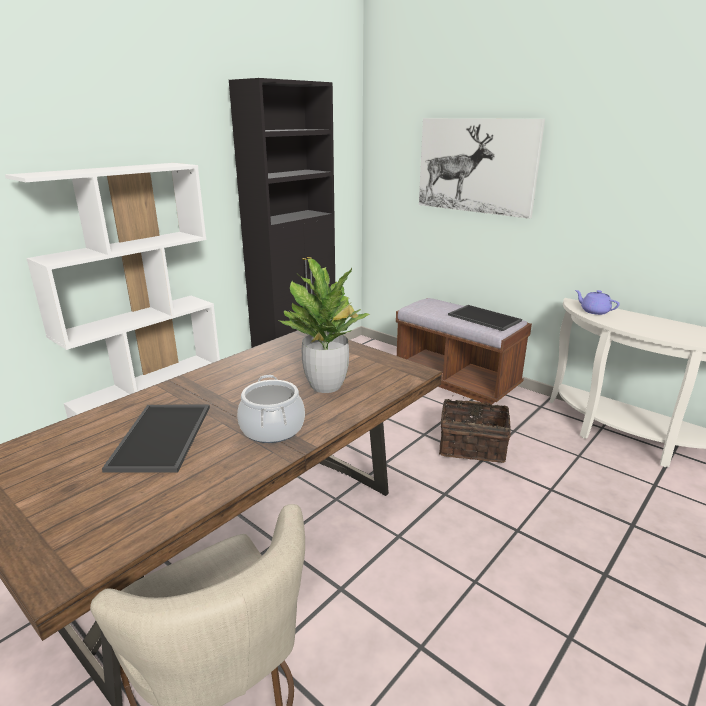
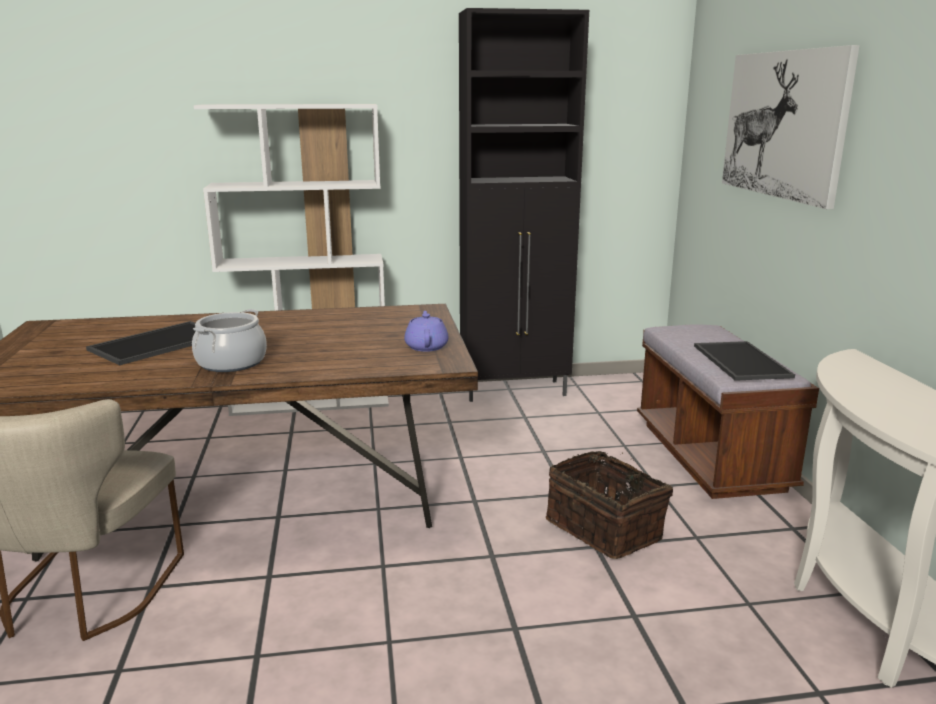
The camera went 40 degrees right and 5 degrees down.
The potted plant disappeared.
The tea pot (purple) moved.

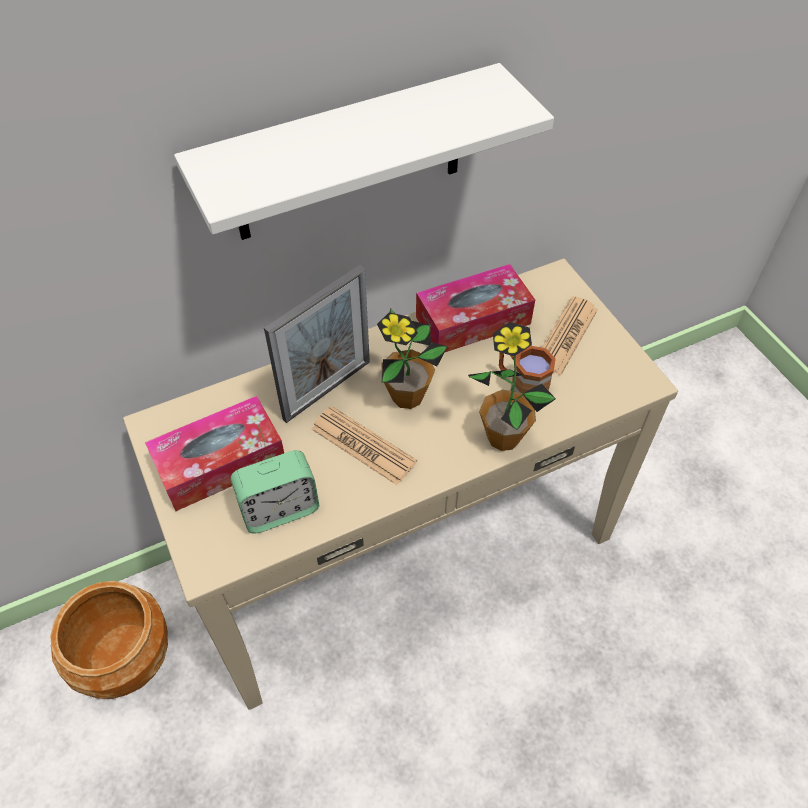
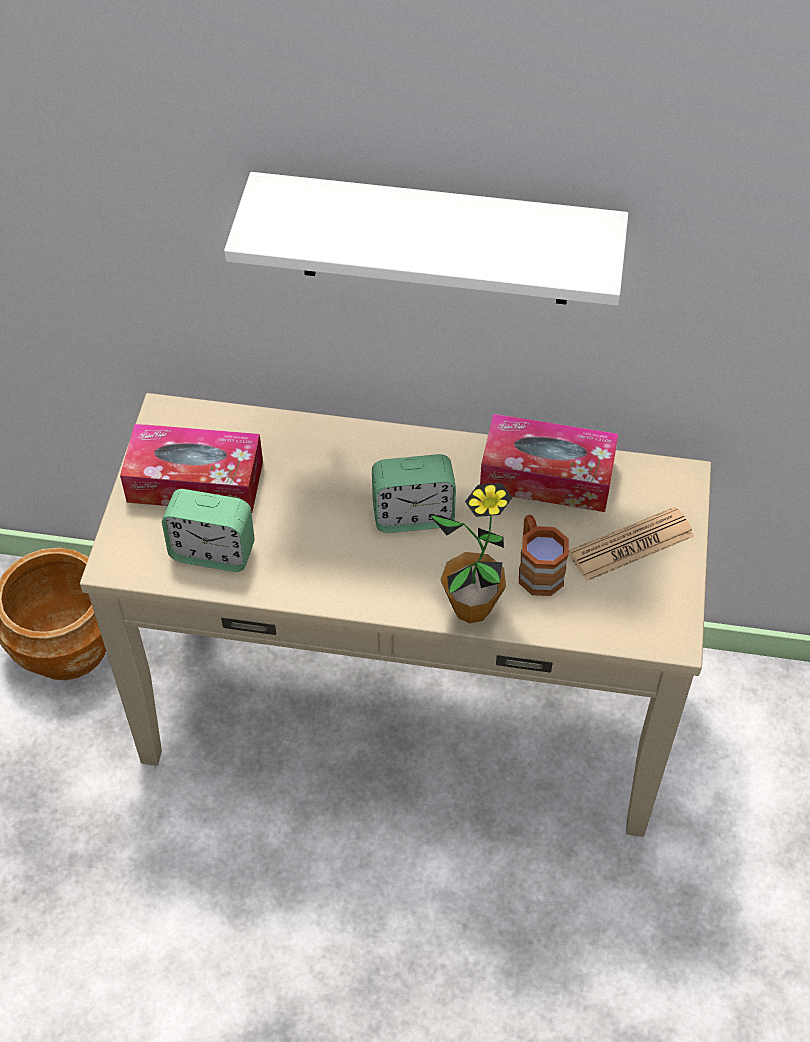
The camera went 35 degrees right and 0 degrees up.
The standing frame disappeared.
The potted plant (no. 1 from left) was replaced by the alarm clock (no. 2 from left).
The daily paper (no. 1 from left) disappeared.

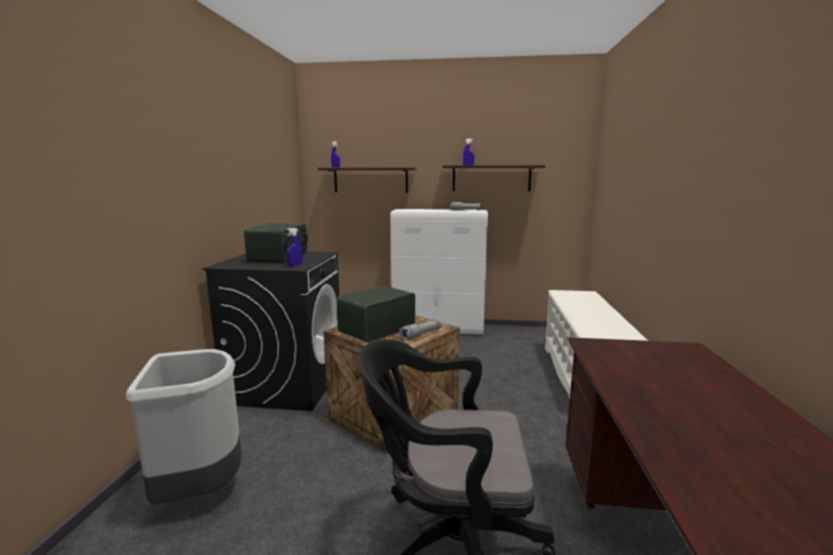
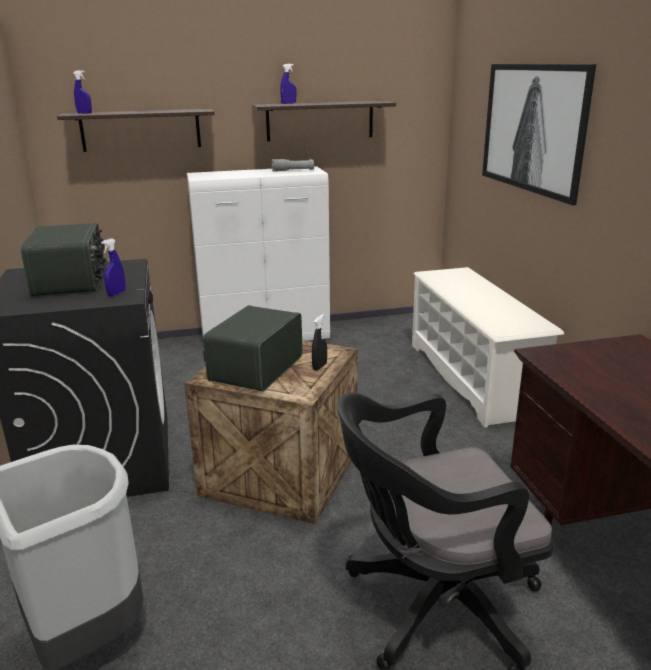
The camera went 20 degrees left and 10 degrees up.
The torch (greyish) (no. 1 from left) was replaced by the hand sprayer (blackish).
The picture appeared.

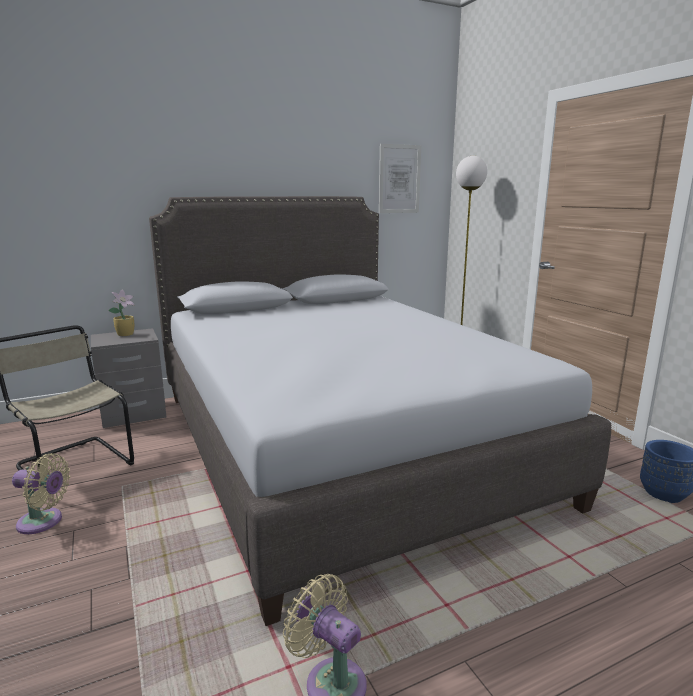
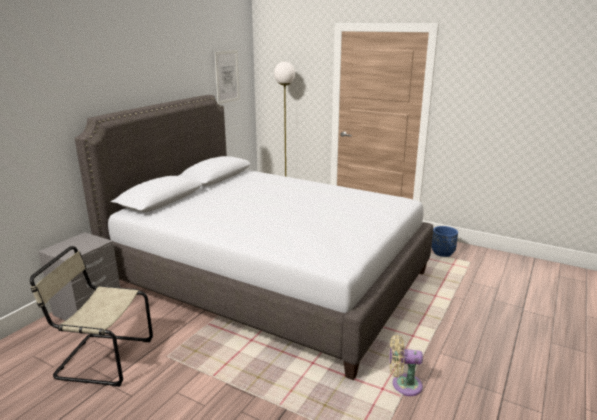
The camera went 35 degrees left and 5 degrees up.
The potted plant disappeared.
The cooling fan (beige) (no. 1 from left) disappeared.

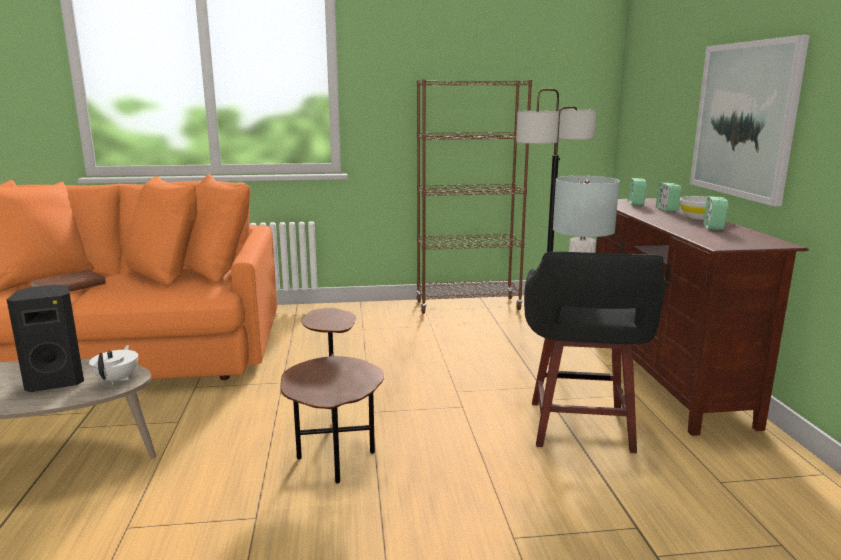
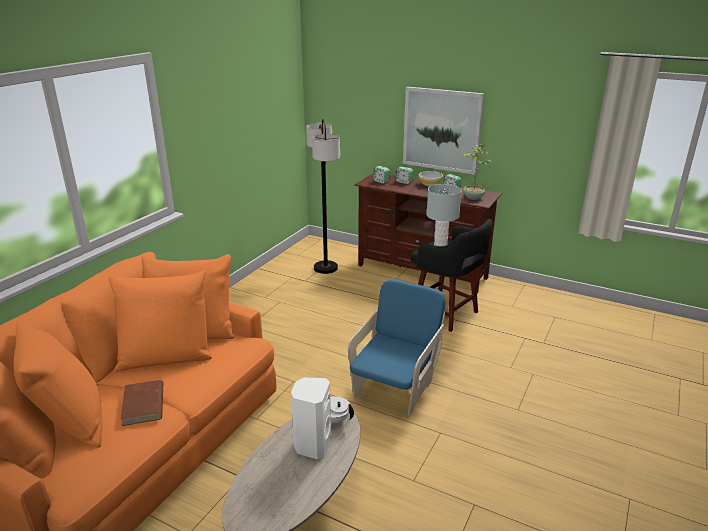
The camera went 55 degrees left and 10 degrees up.
The bookshelf (brown-coloured) disappeared.
The audio speaker (blackish) became the audio speaker (white-coloured).
The side table (brown-coloured) was replaced by the easy chair (blue-coloured).
The potted plant appeared.

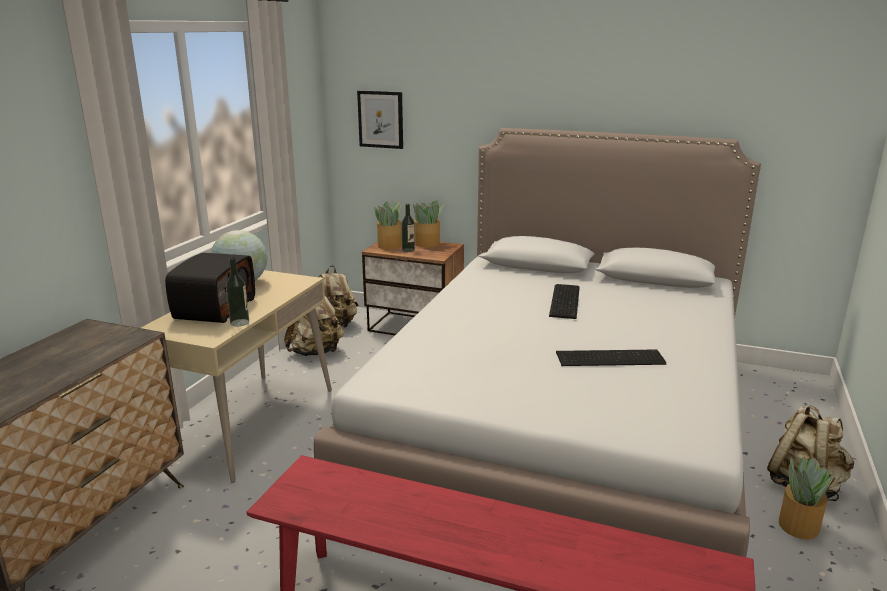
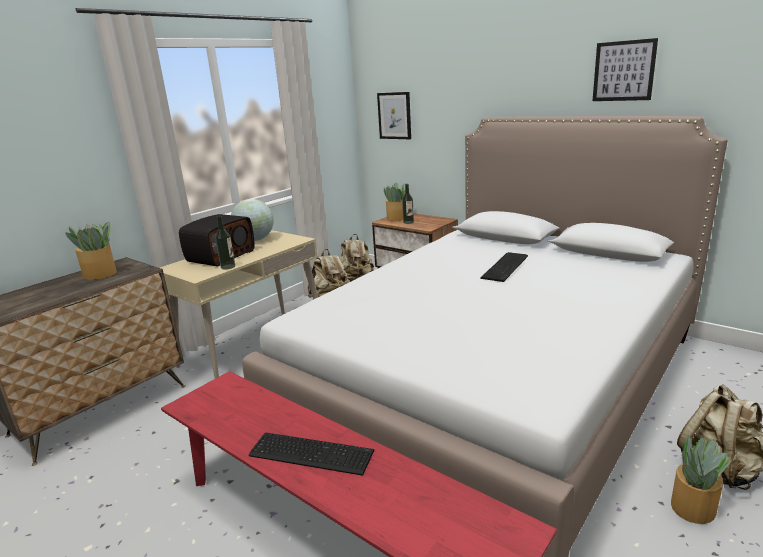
The camera went 20 degrees right and 0 degrees up.
The potted plant (no. 2 from left in the first image) moved.
The keyboard (no. 2 from left in the first image) moved.
The picture (no. 2 from left) appeared.

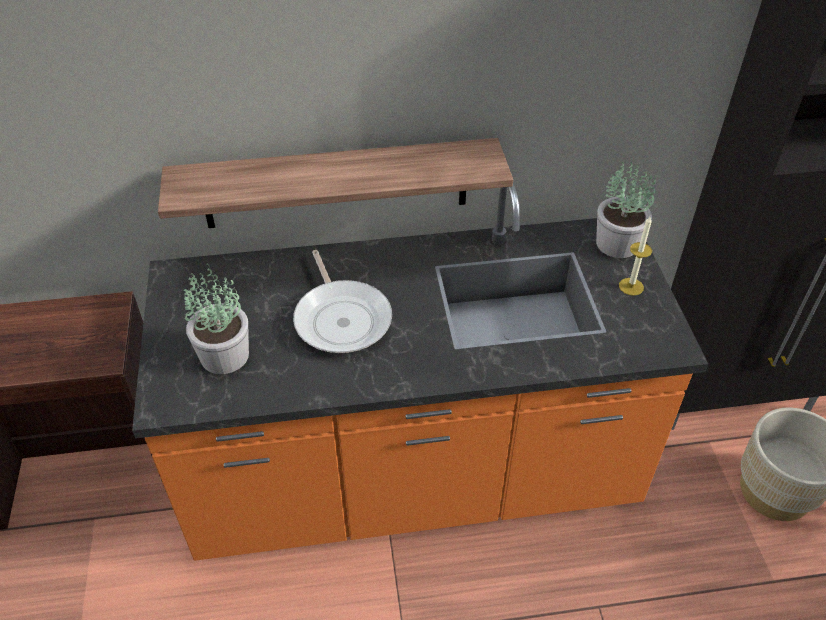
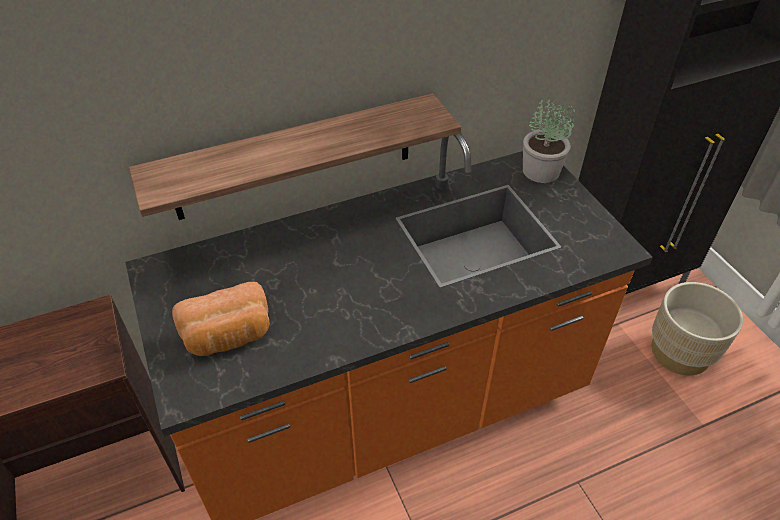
The camera went 15 degrees left and 0 degrees up.
The candle disappeared.
The skillet disappeared.
The potted plant (no. 1 from left) was replaced by the baked bread.

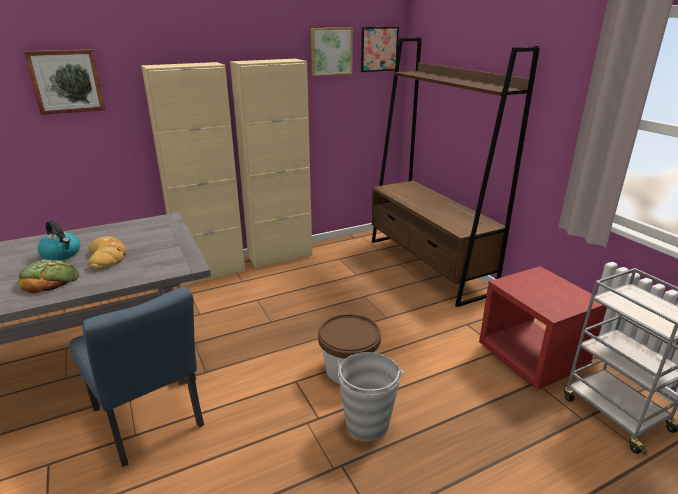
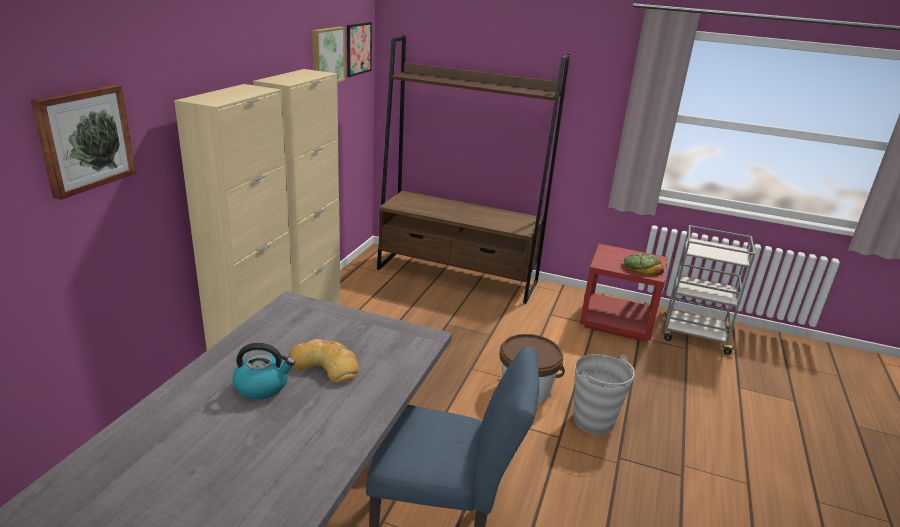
The camera went 45 degrees left and 0 degrees up.
The baked bread (no. 1 from left in the first image) moved.

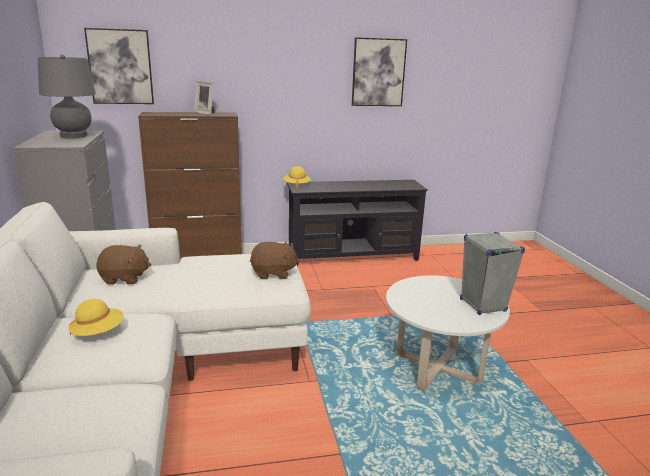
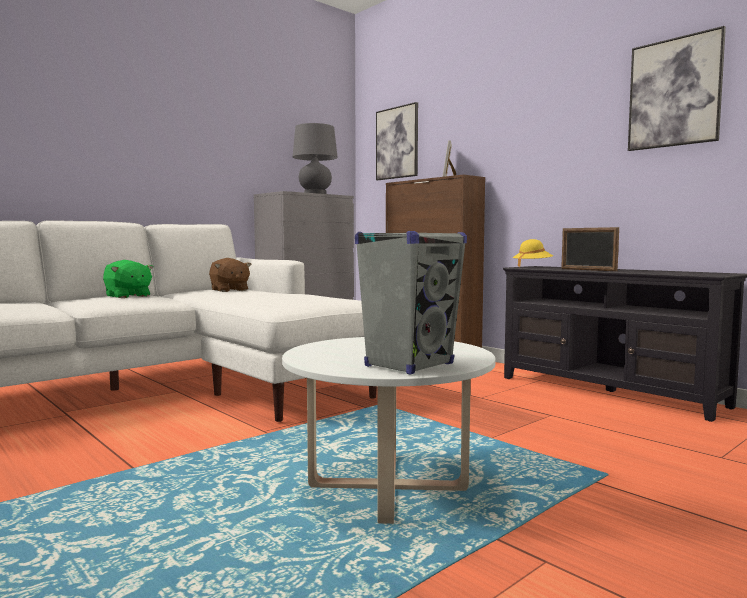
The camera went 60 degrees right and 15 degrees down.
The plush toy (brown-coloured) (no. 2 from left) disappeared.
The wearable hat (yellow-coloured) (no. 1 from left) was replaced by the plush toy (greenish).
The standing frame (no. 2 from left) appeared.

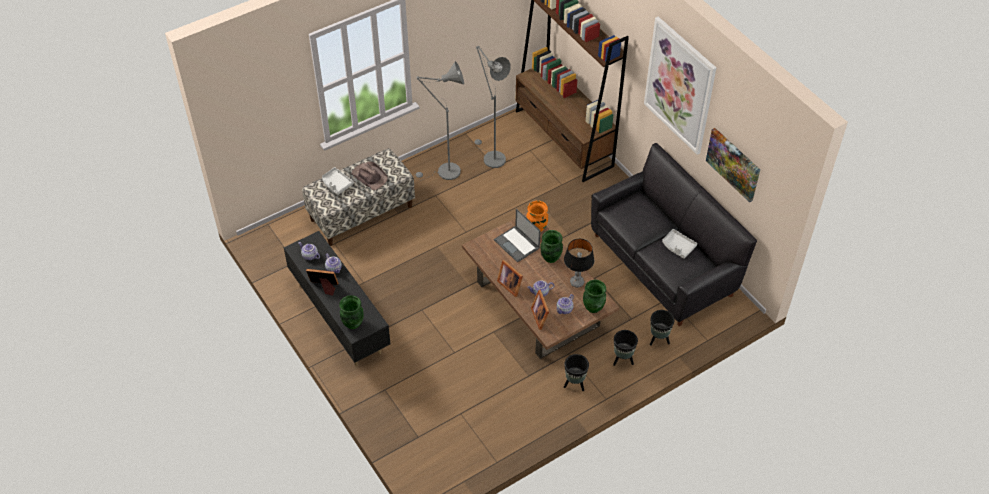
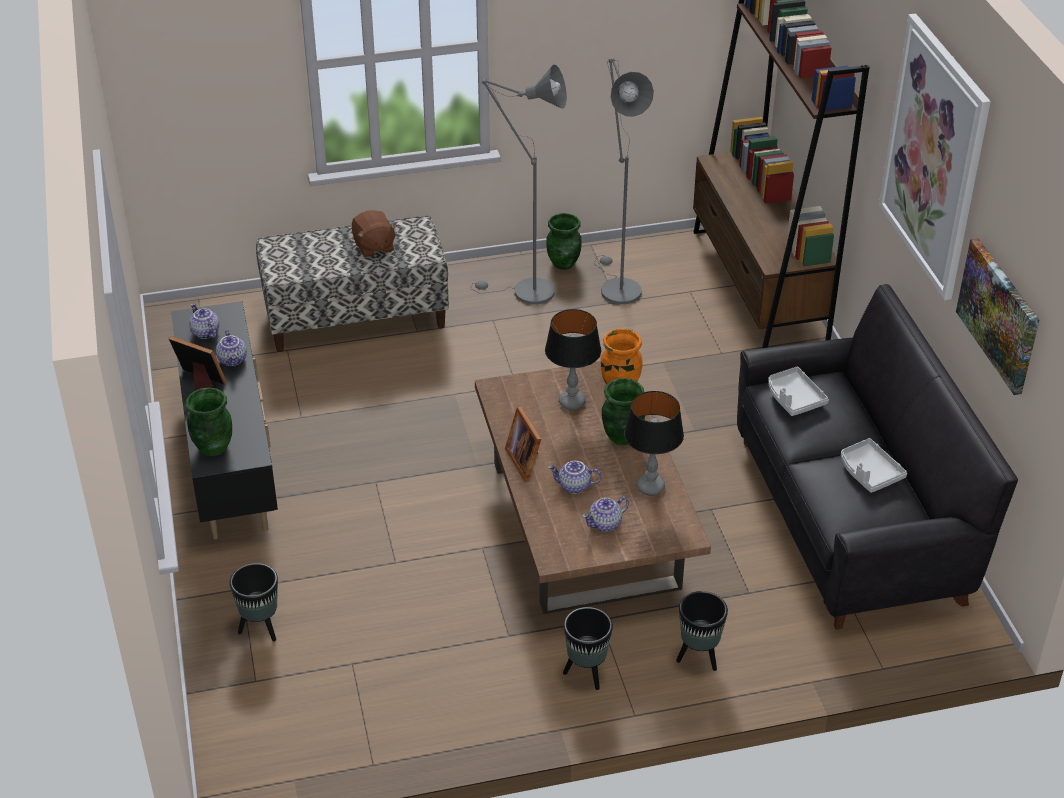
The camera went 20 degrees right and 10 degrees down.
The wearable hat (brown-coloured) was replaced by the plush toy (brown-coloured).
The serving tray (greyish) (no. 1 from left) moved.
The laptop was replaced by the lamp for a table (no. 1 from left).
The decorative vase (greenish) (no. 3 from left in the first image) moved.
The standing frame (no. 3 from left) disappeared.
The plant pot (blackish) (no. 3 from left in the first image) moved.

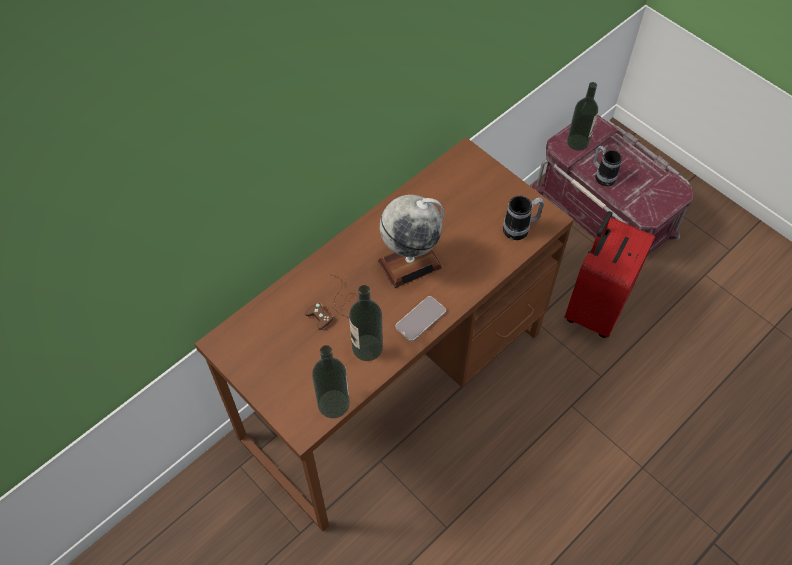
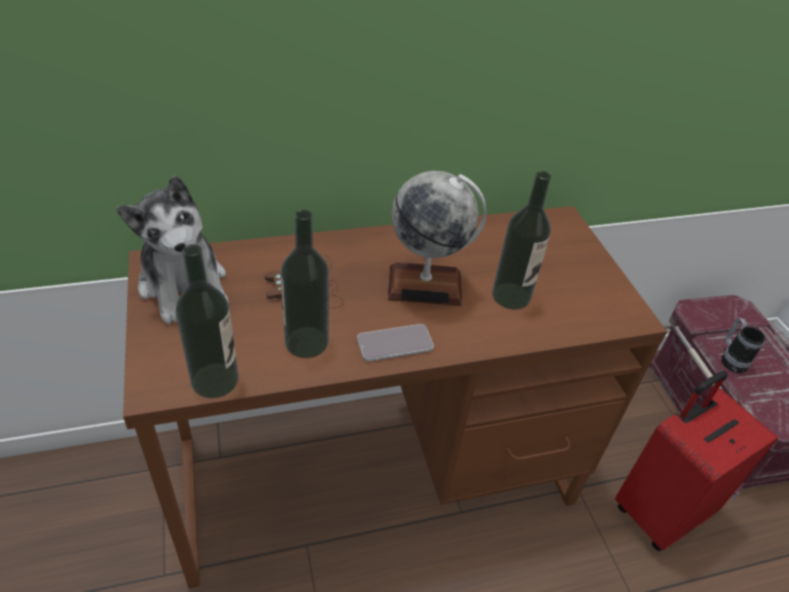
The camera went 25 degrees right and 15 degrees down.
The drink bottle (no. 3 from left) moved.
The coffee mug (no. 1 from left) disappeared.
The plush toy appeared.

